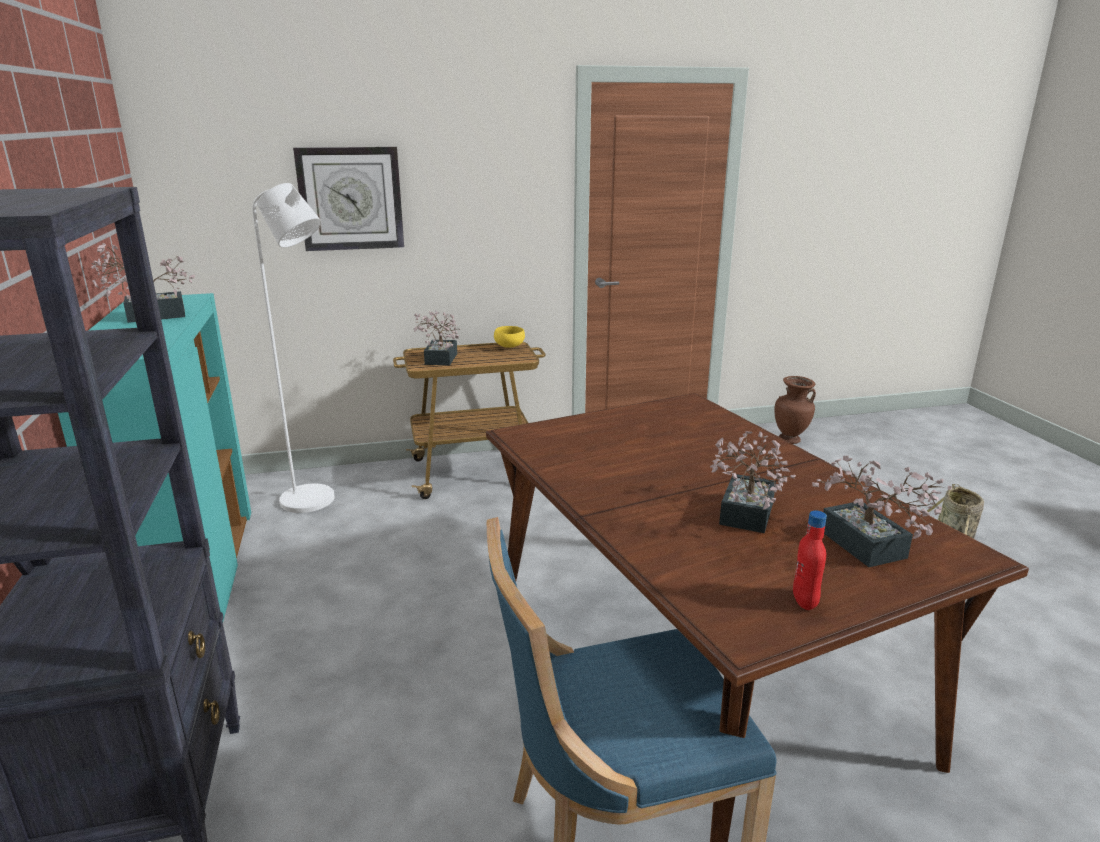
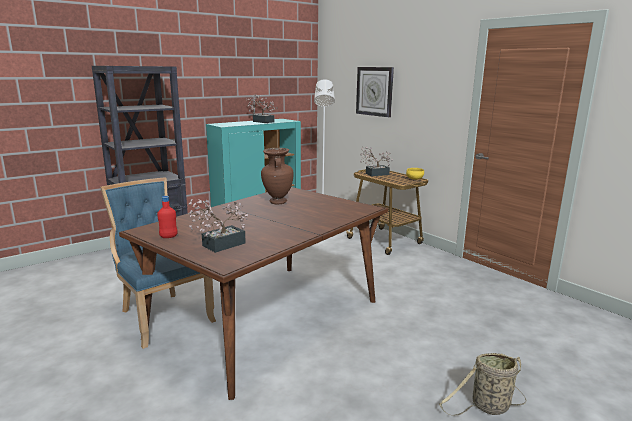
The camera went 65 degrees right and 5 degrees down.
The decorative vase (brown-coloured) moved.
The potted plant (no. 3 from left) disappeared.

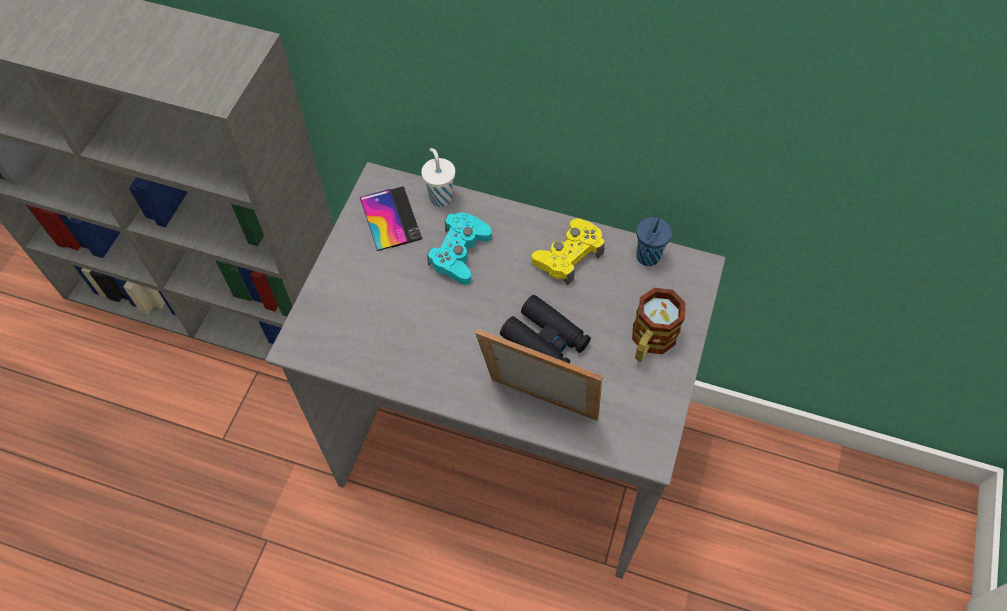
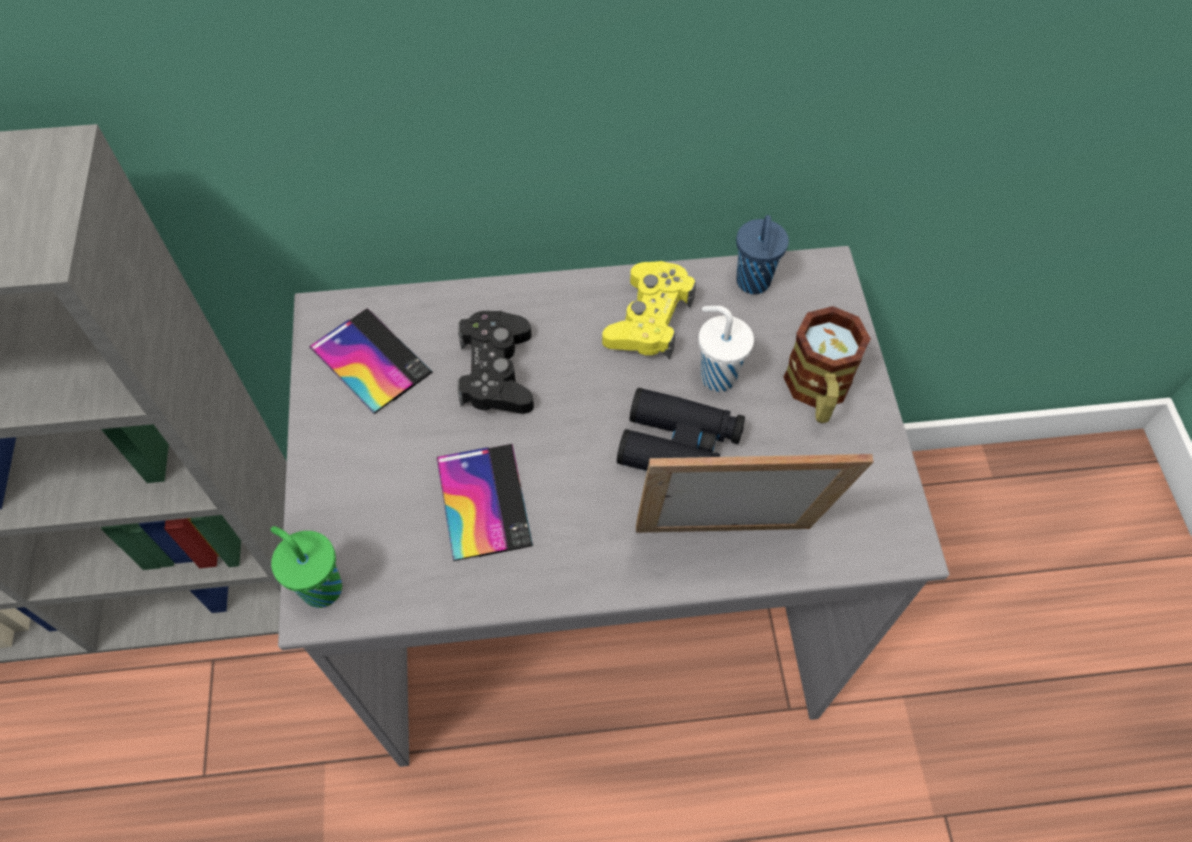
The camera went 25 degrees left and 0 degrees up.
The small cup (white-coloured) moved.
The gamepad (blue-green) became the gamepad (blackish).
The telephone (no. 2 from left) appeared.
The small cup (greenish) appeared.

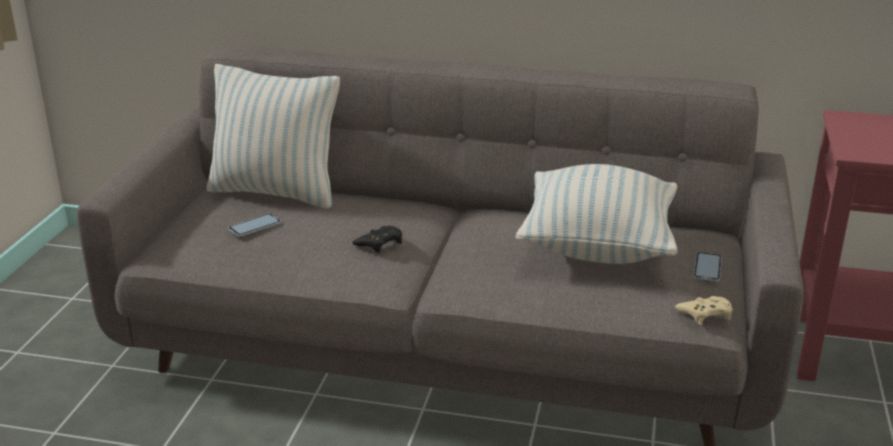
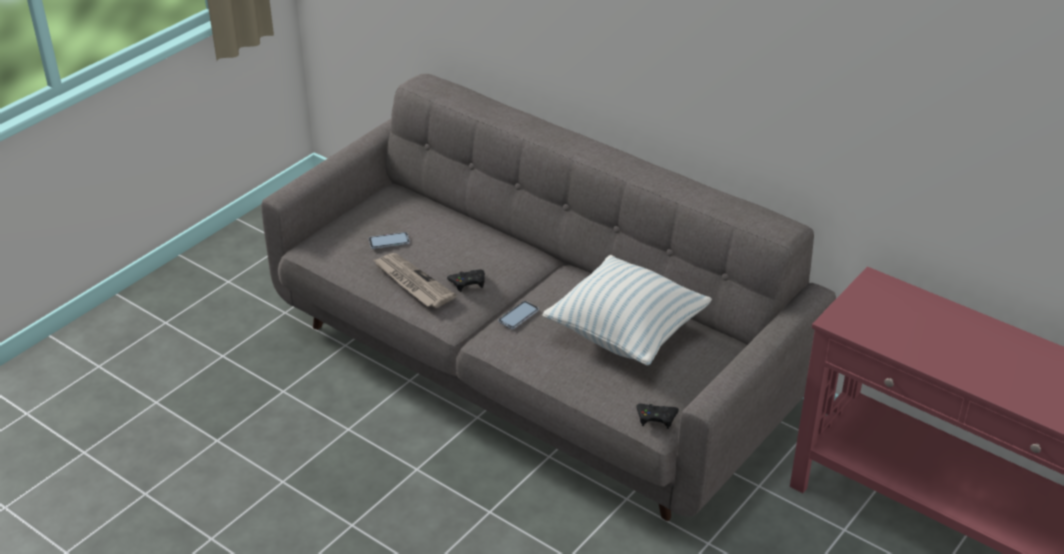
The camera went 25 degrees right and 10 degrees up.
The throw pillow (no. 1 from left) disappeared.
The telephone (no. 2 from left) moved.
The gamepad (beige) became the gamepad (blackish) (no. 2 from left).
The daily paper appeared.

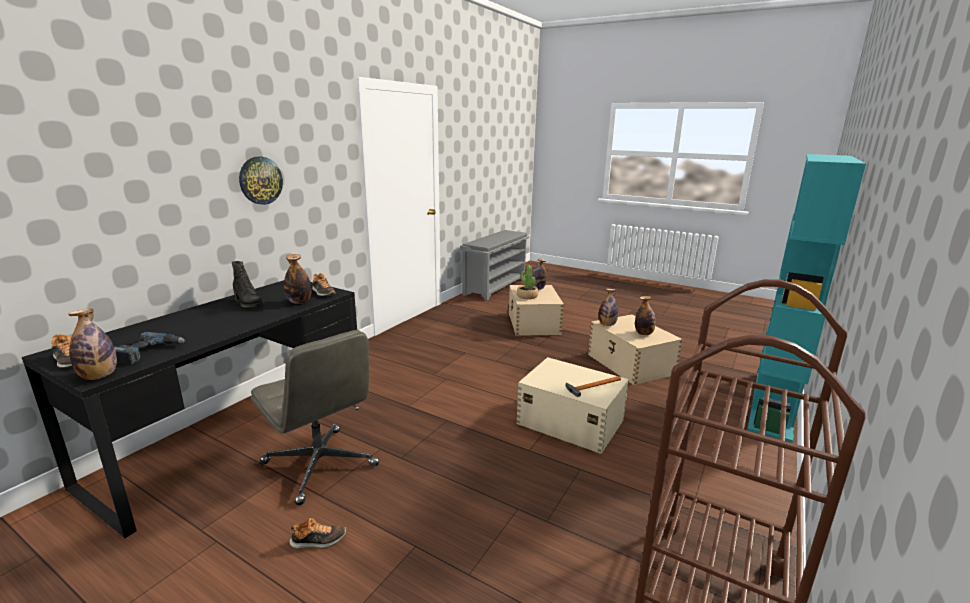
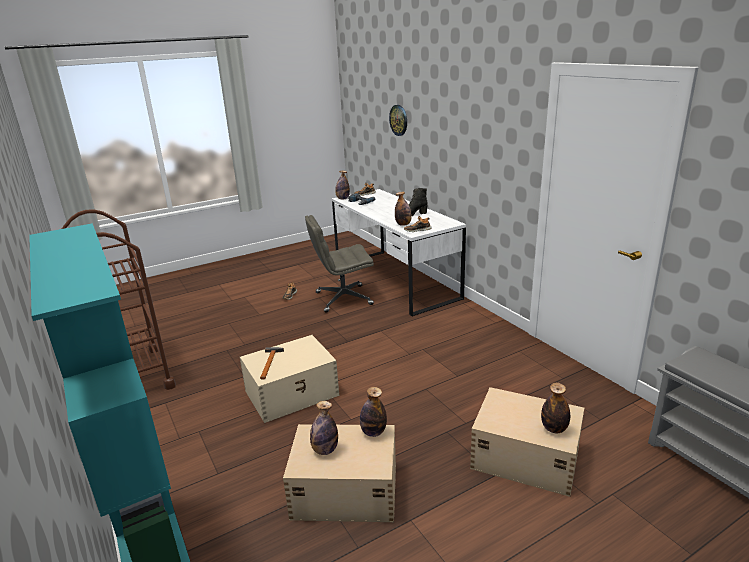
The camera went 120 degrees right and 5 degrees up.
The wall clock moved.
The potted plant disappeared.
The desk unit (blackish) became the desk unit (white-coloured).

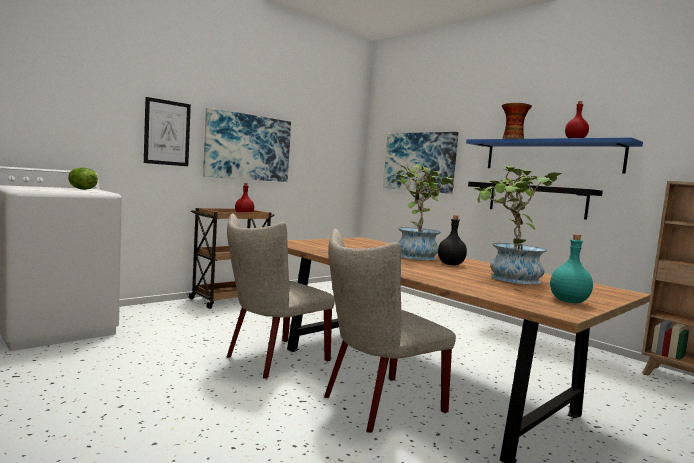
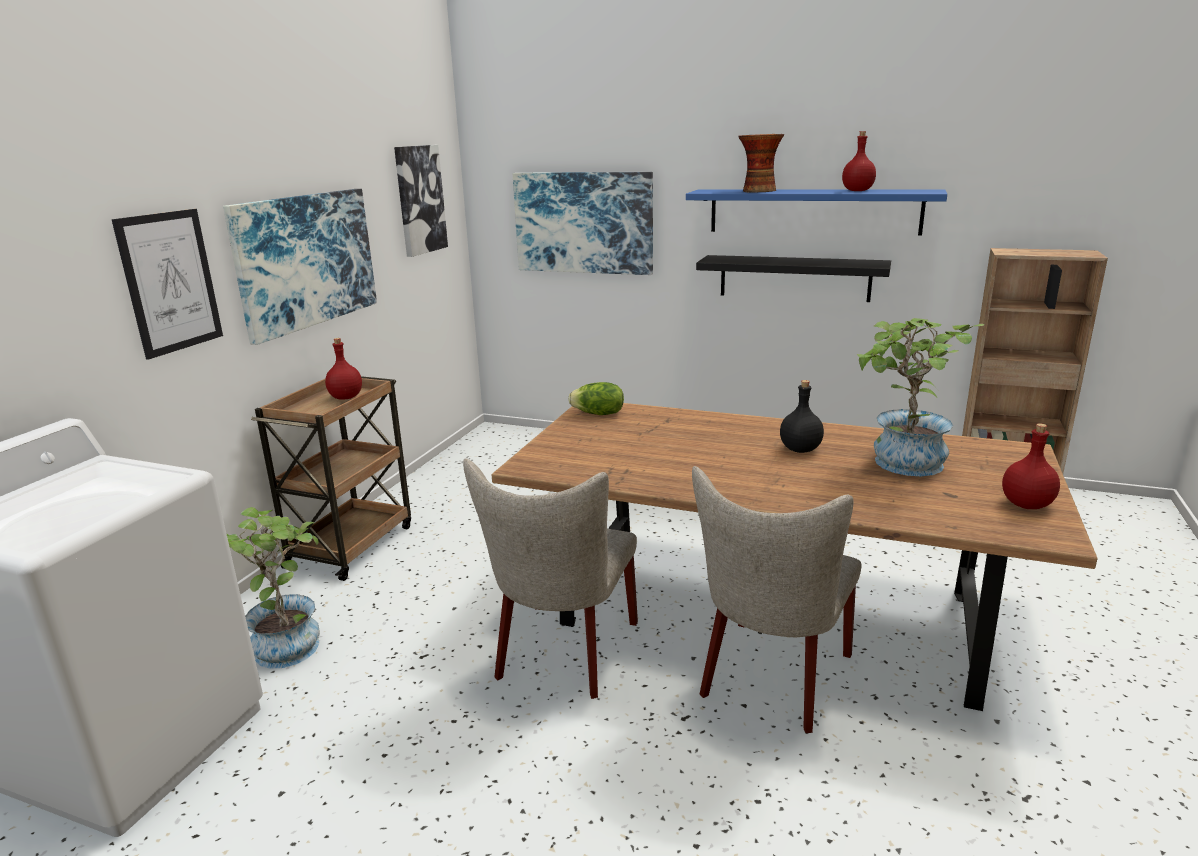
The camera went 25 degrees left and 15 degrees up.
The potted plant (no. 1 from left) moved.
The lettuce head moved.
The drink bottle (blue-green) became the drink bottle (red-coloured) (no. 3 from left).
The picture (no. 3 from left) appeared.

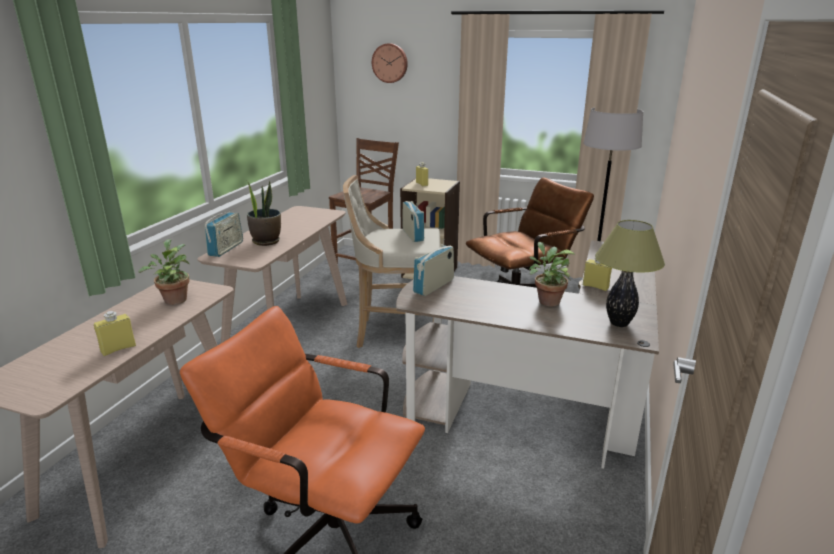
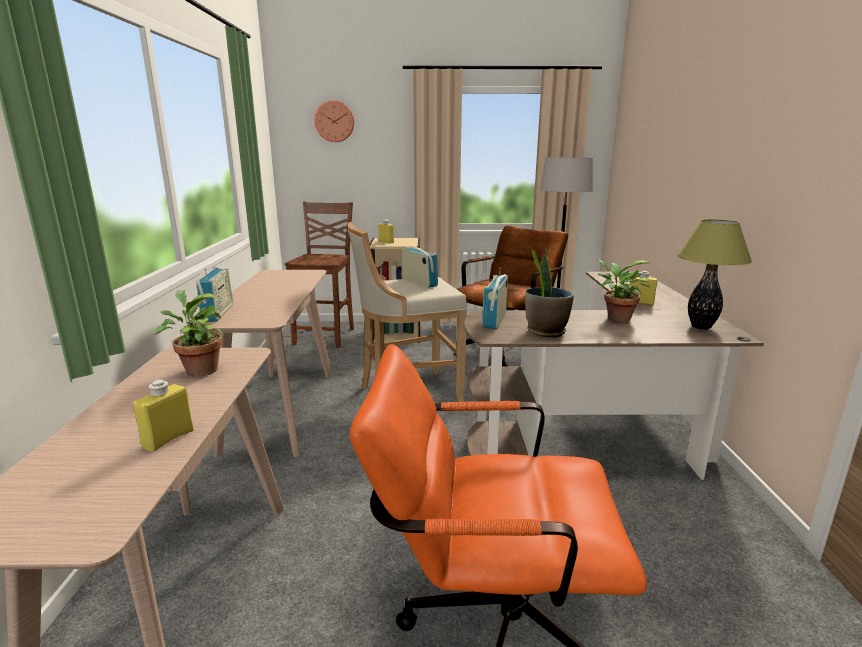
The camera went 20 degrees left and 5 degrees down.
The potted plant (no. 2 from left) moved.

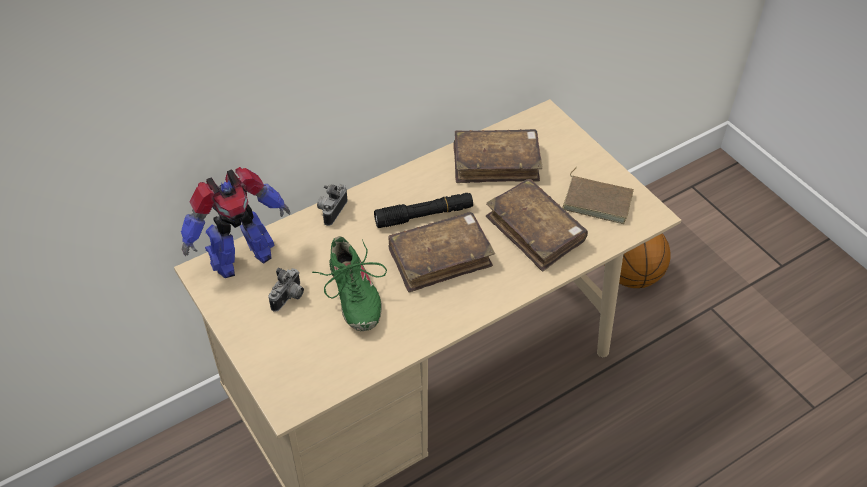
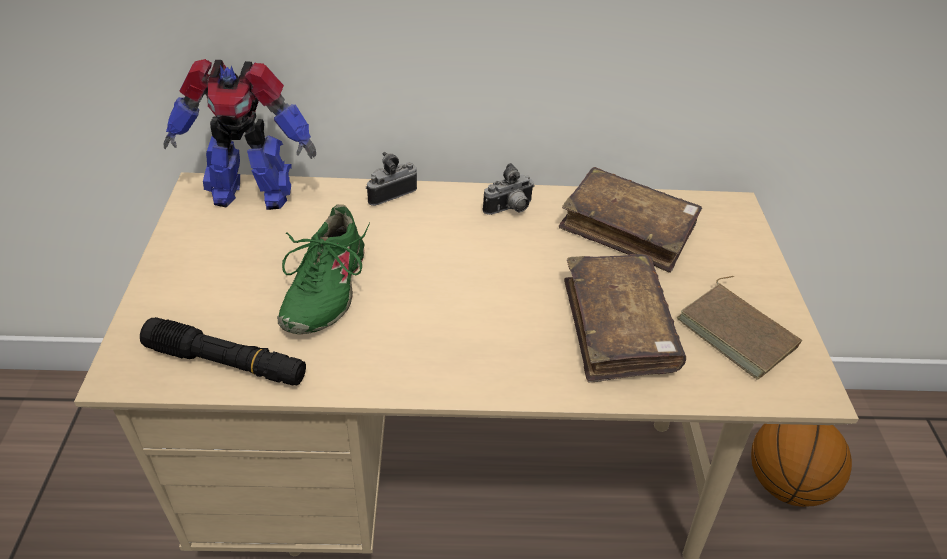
The camera went 30 degrees right and 5 degrees down.
The torch (blackish) moved.
The bound book (brown-coloured) (no. 1 from left) disappeared.
The still camera (no. 1 from left in the first image) moved.

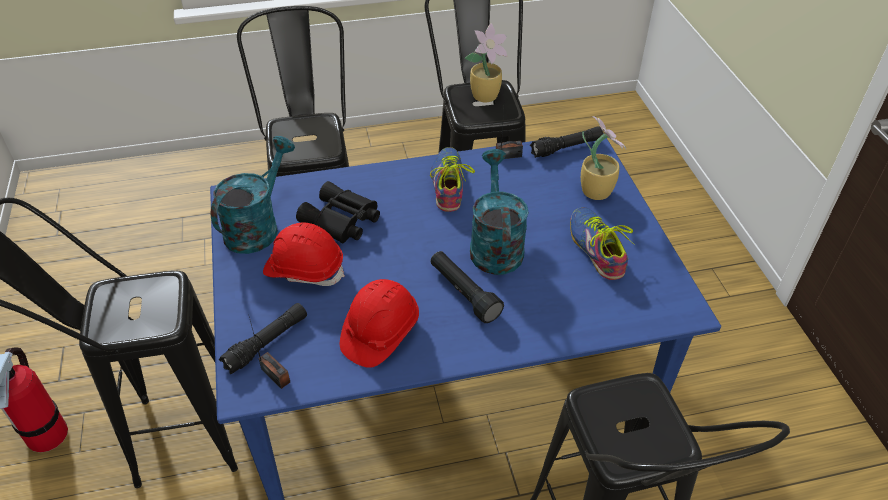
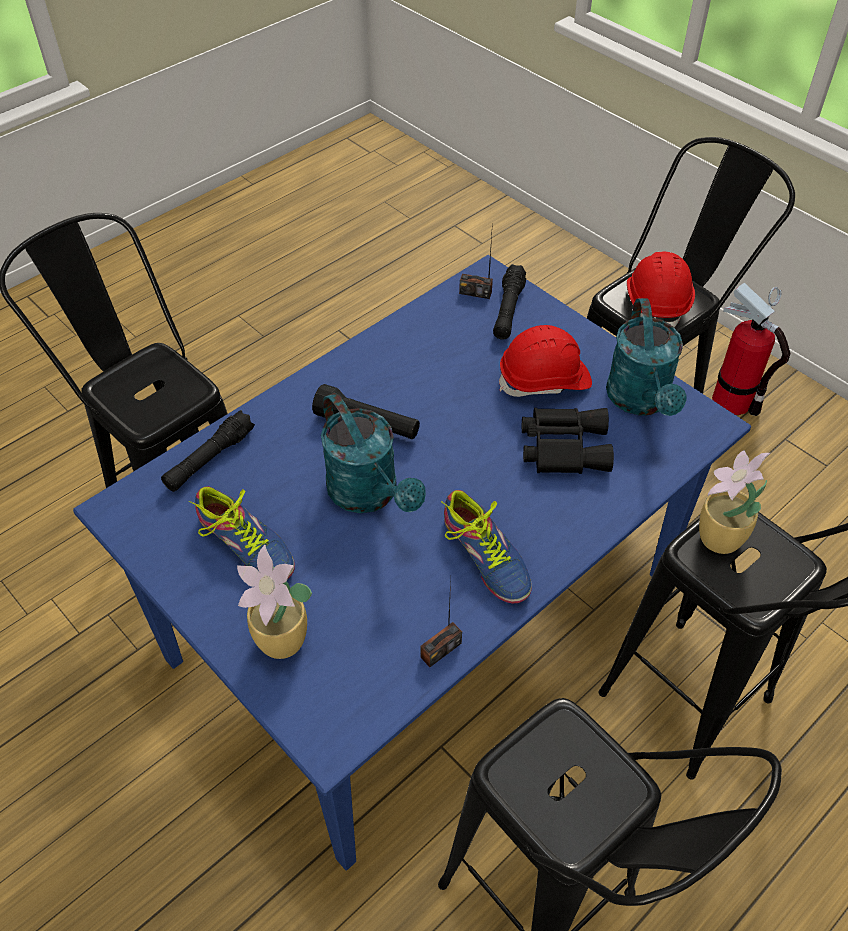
The camera went 150 degrees right and 5 degrees up.
The potted plant (no. 1 from left in the first image) moved.
The torch (blackish) (no. 3 from left in the first image) moved.
The hard hat (red-coloured) (no. 2 from left) moved.

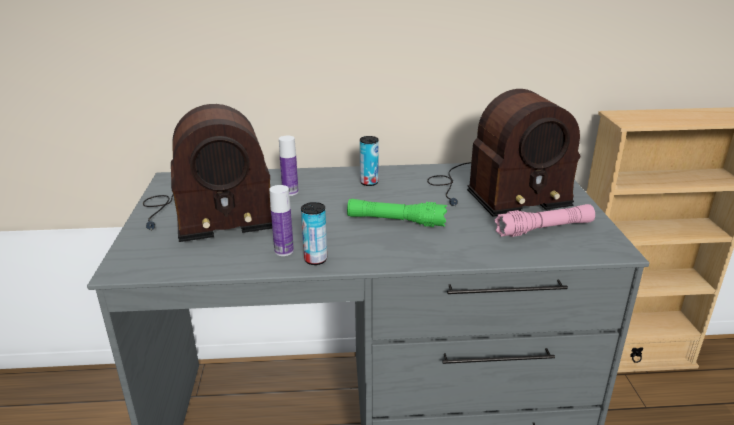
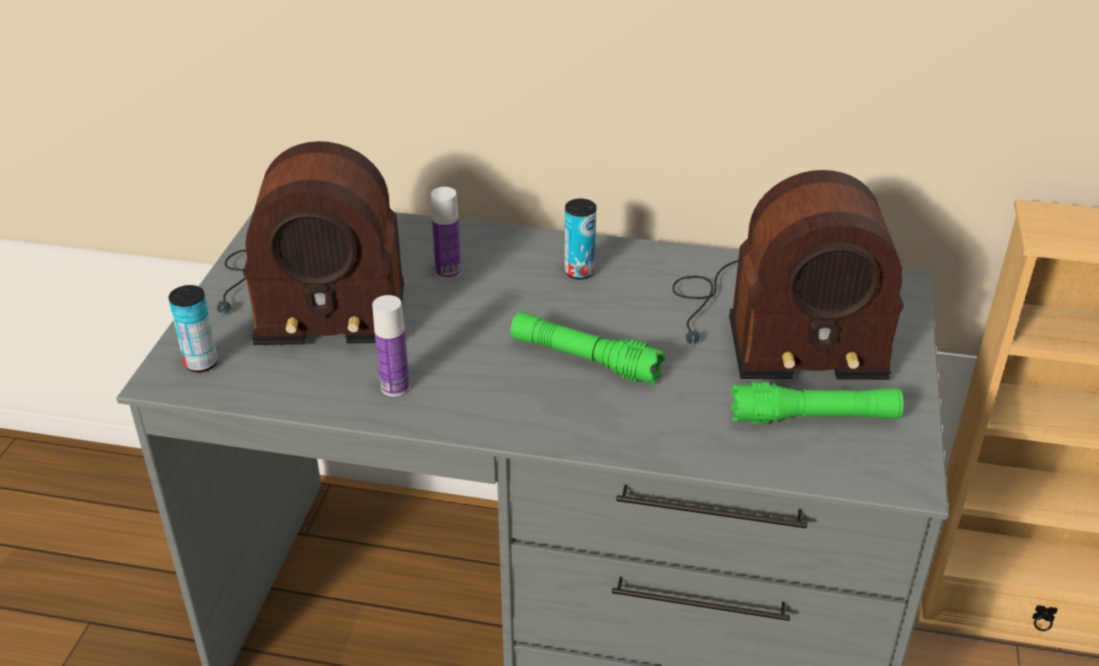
The camera went 15 degrees right and 10 degrees up.
The sealed can (no. 1 from left) moved.
The torch (pinkish) became the torch (greenish) (no. 2 from left).

